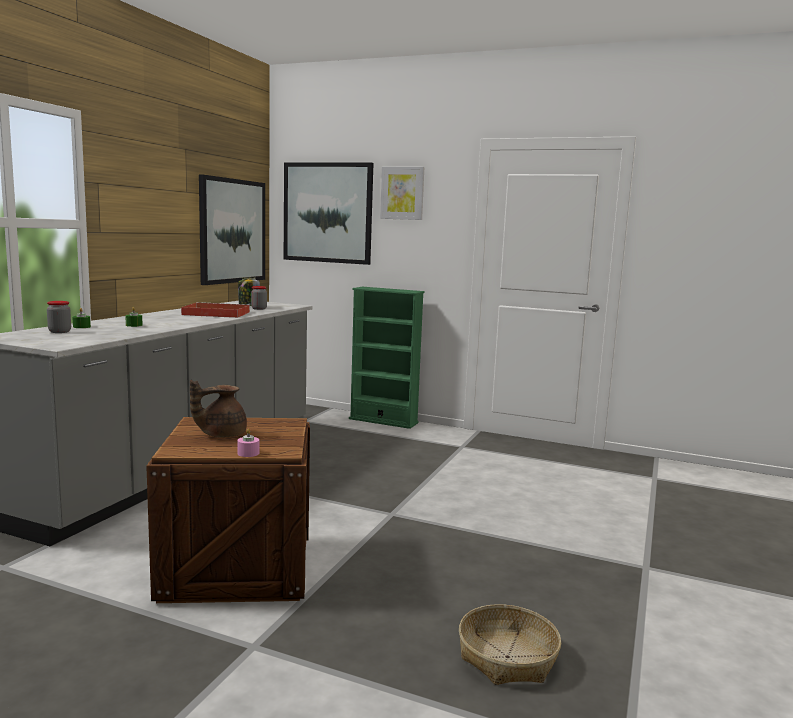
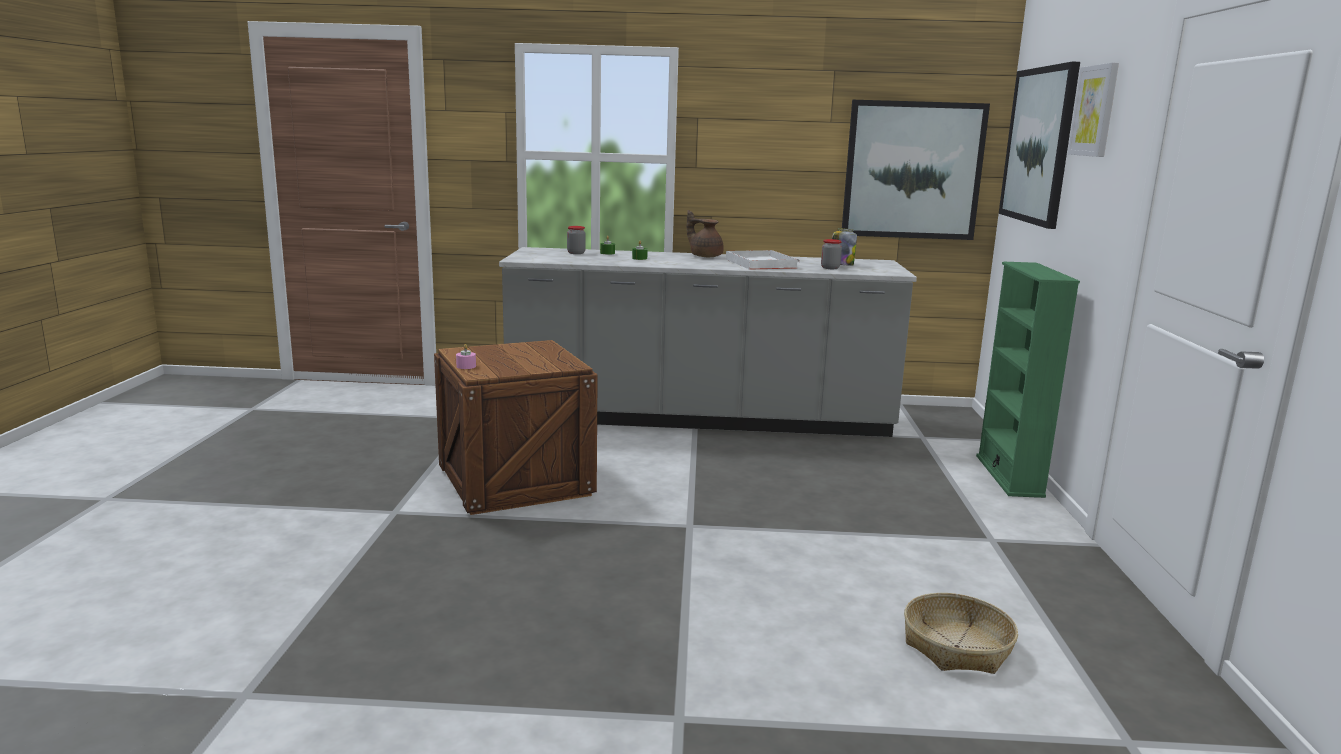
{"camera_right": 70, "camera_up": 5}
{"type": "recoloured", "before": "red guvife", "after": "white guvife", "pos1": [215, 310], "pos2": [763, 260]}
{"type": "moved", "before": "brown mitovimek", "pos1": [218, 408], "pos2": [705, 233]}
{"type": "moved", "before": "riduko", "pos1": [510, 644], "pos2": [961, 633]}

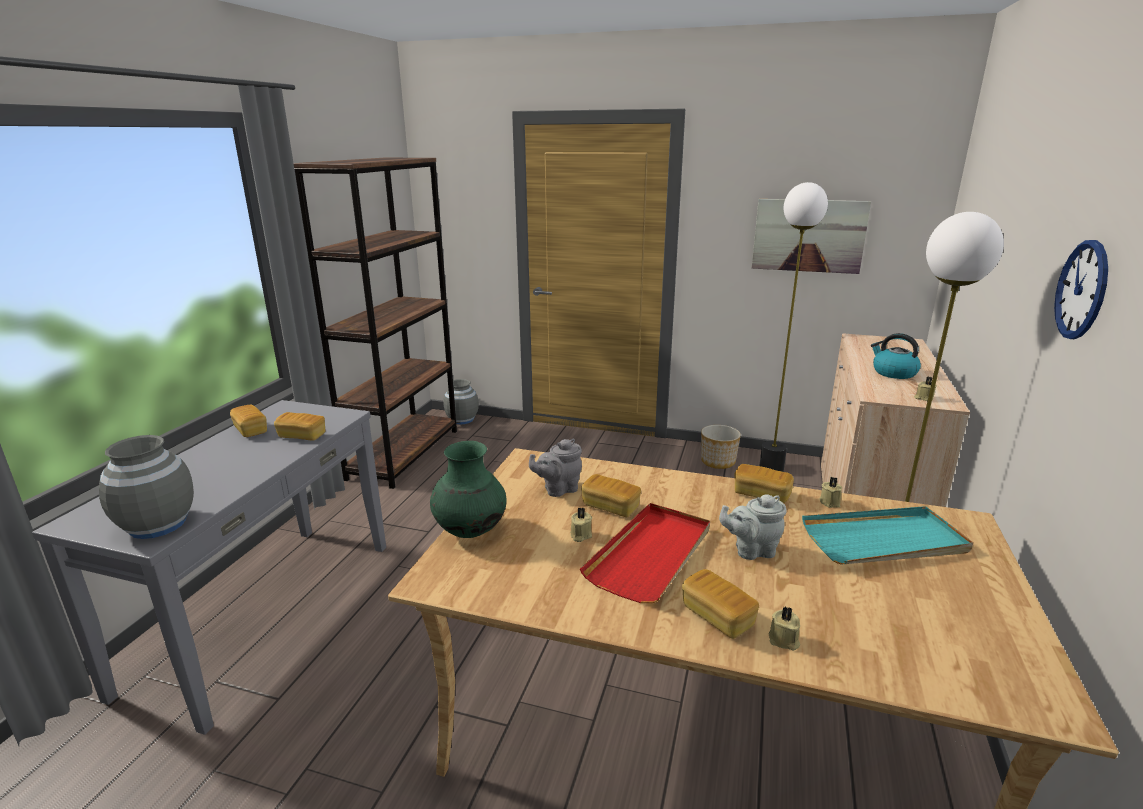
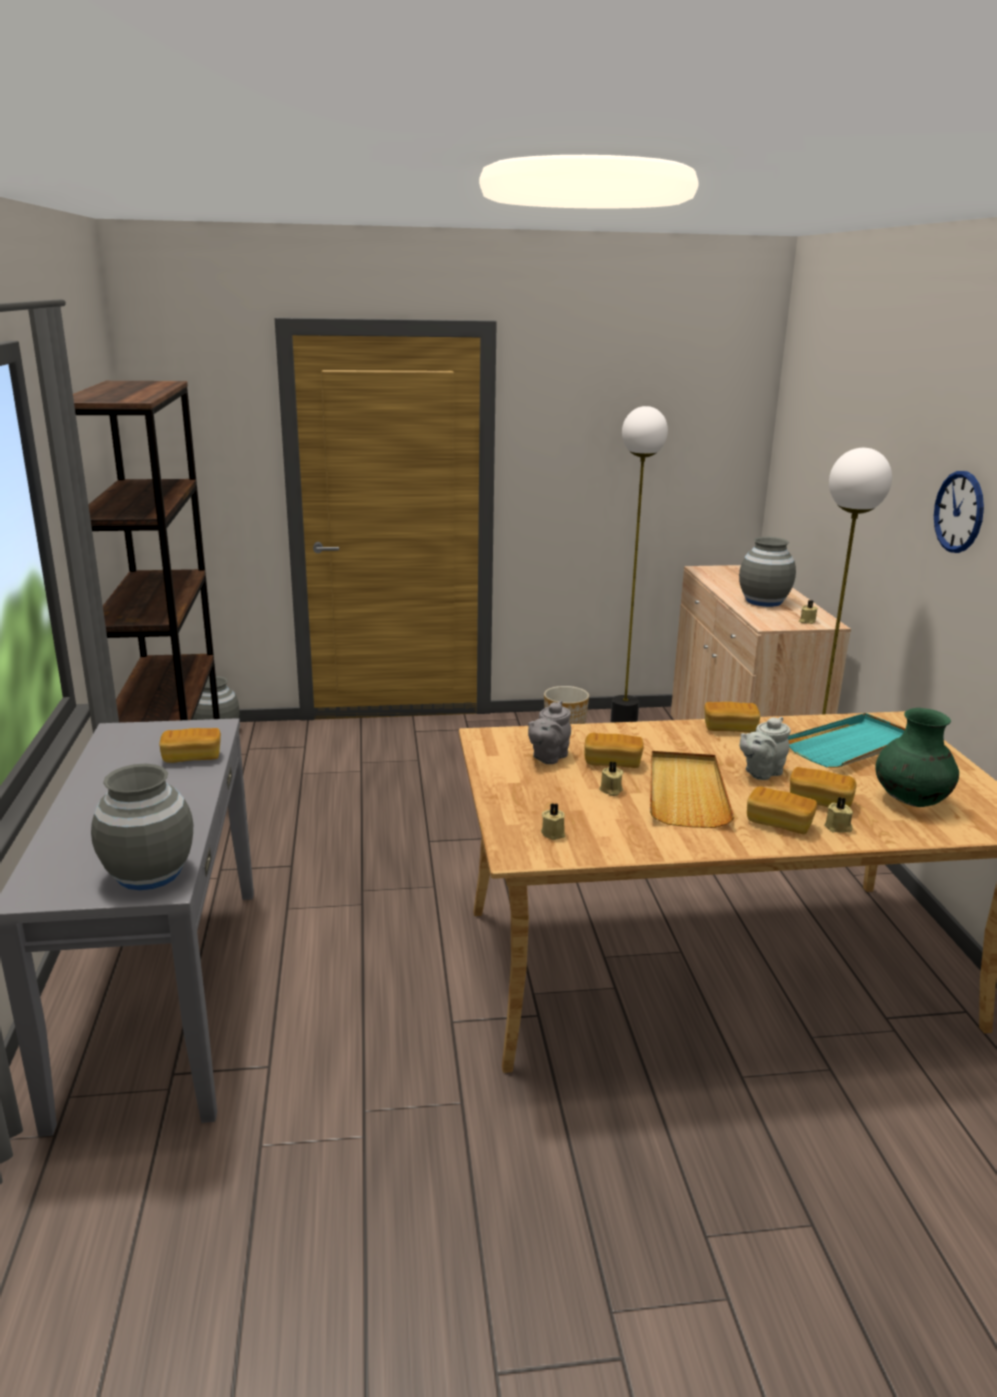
{"camera_right": -25, "camera_up": 0}
{"type": "removed", "before": "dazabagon", "pos1": [811, 236]}
{"type": "replaced", "before": "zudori", "after": "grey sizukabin", "pos1": [896, 356], "pos2": [767, 572]}
{"type": "moved", "before": "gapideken", "pos1": [248, 421], "pos2": [823, 787]}
{"type": "moved", "before": "green sizukabin", "pos1": [468, 489], "pos2": [917, 757]}
{"type": "moved", "before": "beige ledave", "pos1": [831, 492], "pos2": [553, 821]}
{"type": "recoloured", "before": "red guvife", "after": "beige guvife", "pos1": [645, 553], "pos2": [692, 789]}

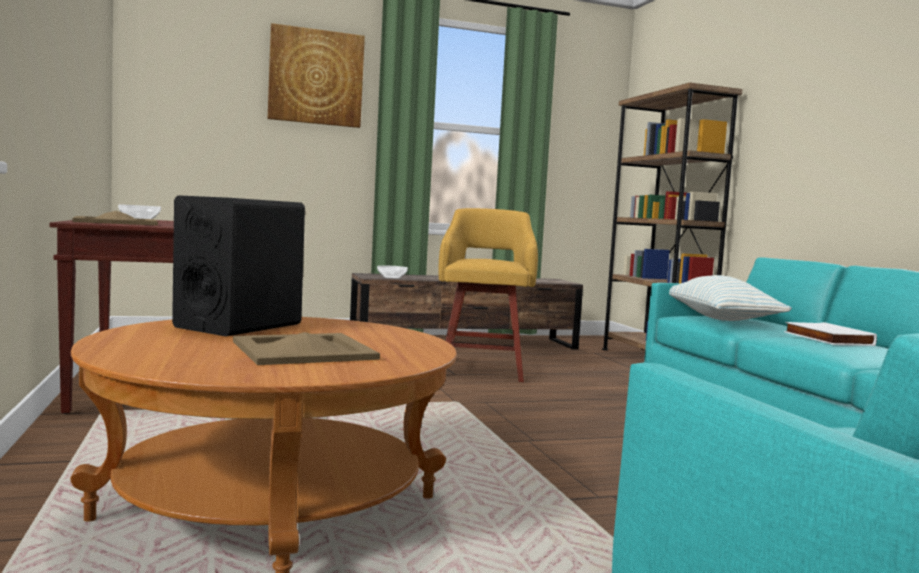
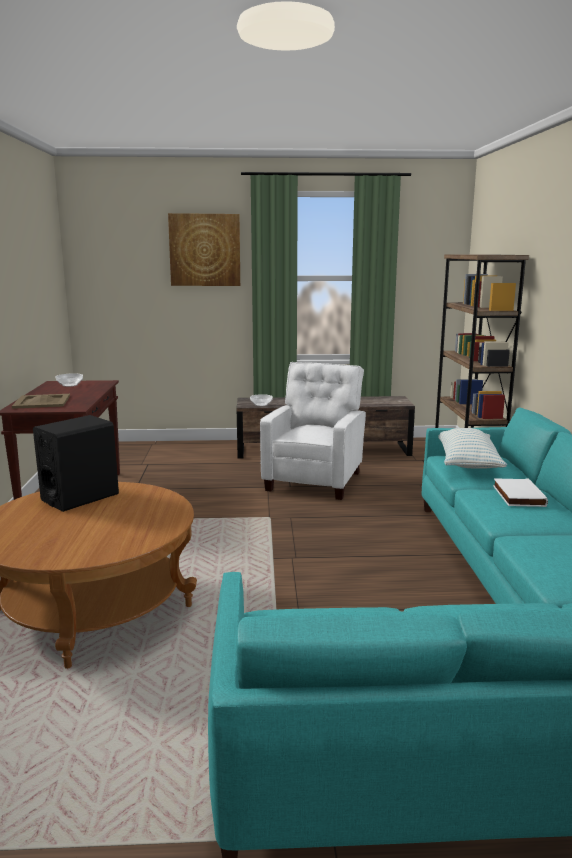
{"camera_right": 15, "camera_up": 10}
{"type": "replaced", "before": "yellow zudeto", "after": "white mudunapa", "pos1": [488, 295], "pos2": [313, 431]}
{"type": "removed", "before": "beige guvife", "pos1": [306, 348]}

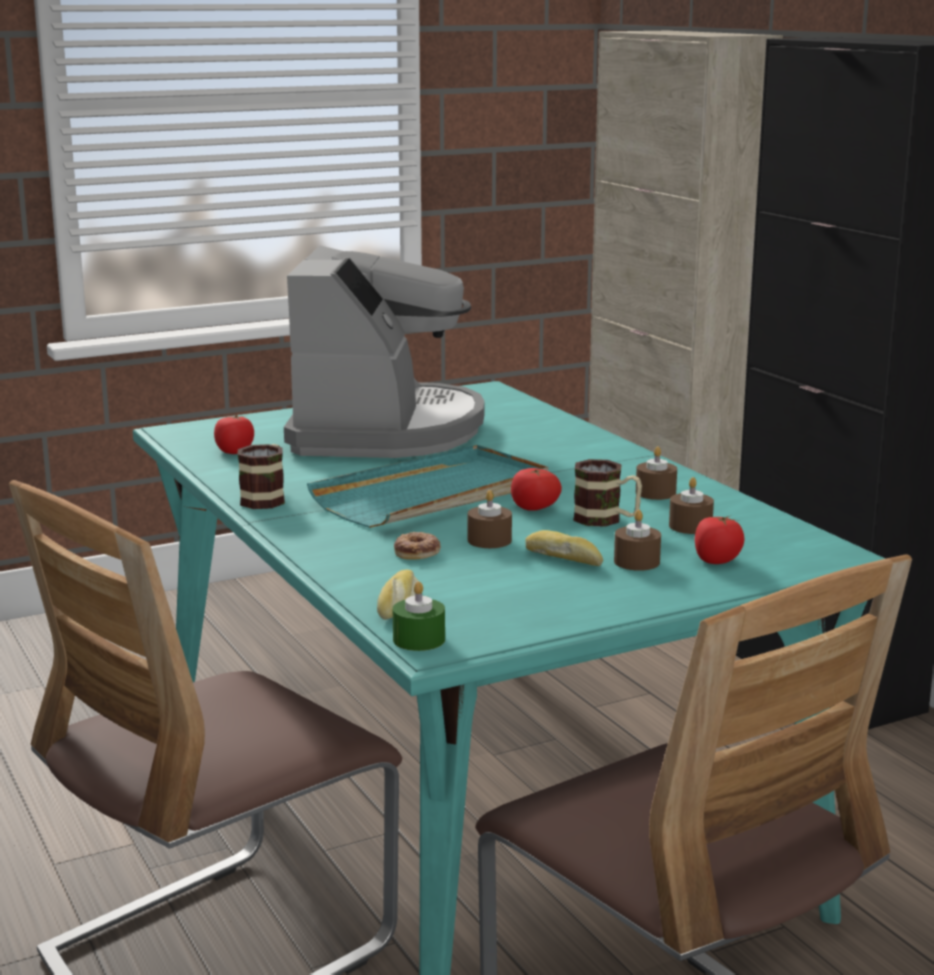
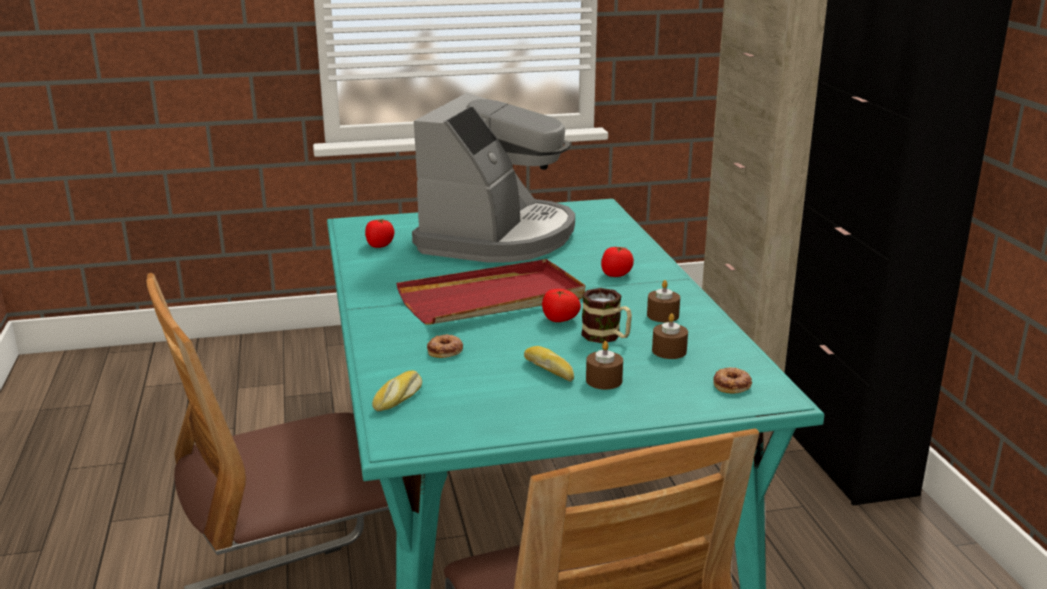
{"camera_right": 15, "camera_up": 5}
{"type": "removed", "before": "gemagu", "pos1": [261, 476]}
{"type": "recoloured", "before": "turquoise guvife", "after": "red guvife", "pos1": [427, 486], "pos2": [490, 292]}
{"type": "removed", "before": "brown ledave", "pos1": [490, 519]}
{"type": "moved", "before": "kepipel", "pos1": [720, 540], "pos2": [617, 262]}
{"type": "removed", "before": "green ledave", "pos1": [419, 616]}
{"type": "added", "after": "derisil", "pos2": [732, 380]}

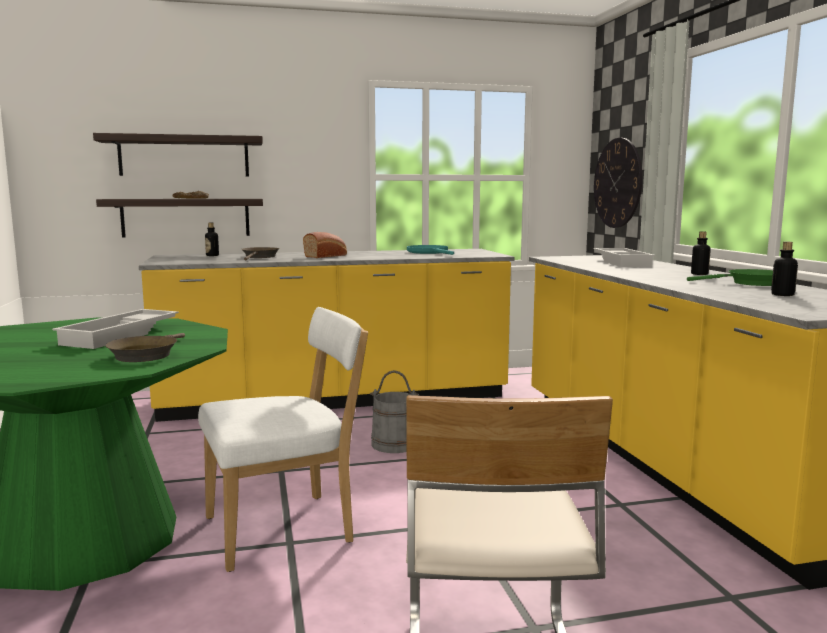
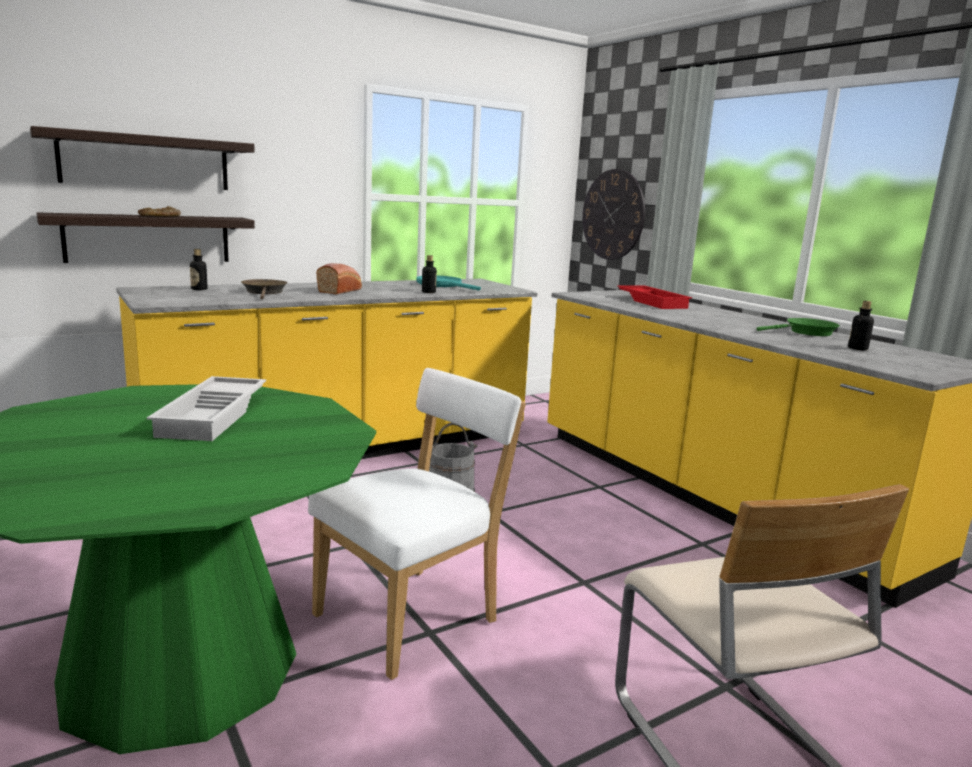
{"camera_right": -20, "camera_up": 5}
{"type": "moved", "before": "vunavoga", "pos1": [701, 253], "pos2": [429, 274]}
{"type": "recoloured", "before": "white guvife", "after": "red guvife", "pos1": [624, 257], "pos2": [654, 297]}
{"type": "removed", "before": "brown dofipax", "pos1": [145, 347]}

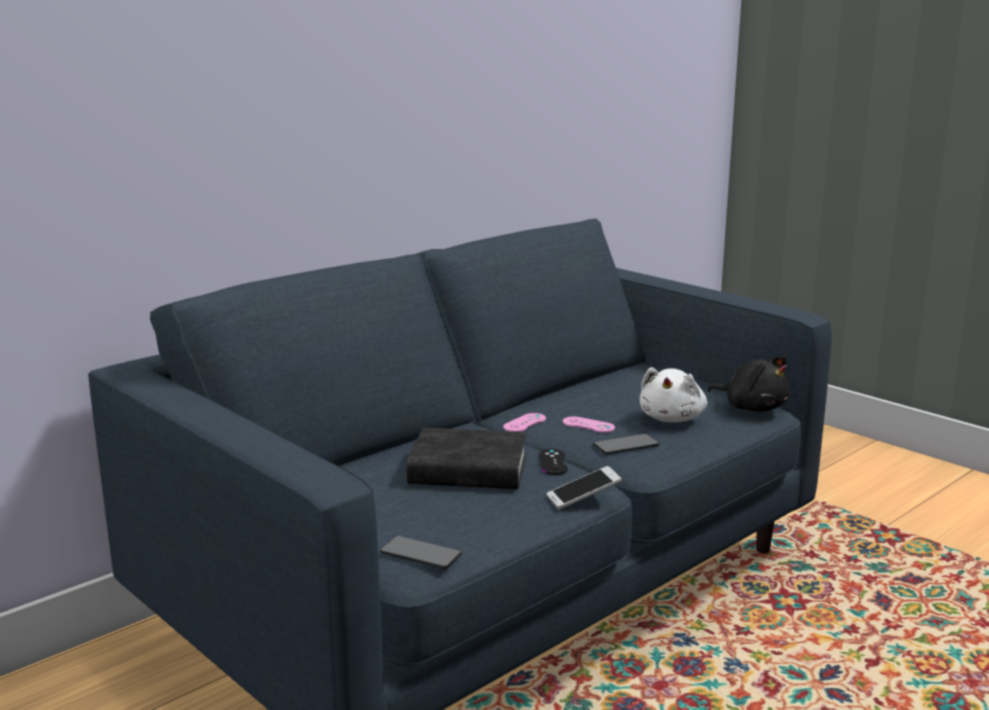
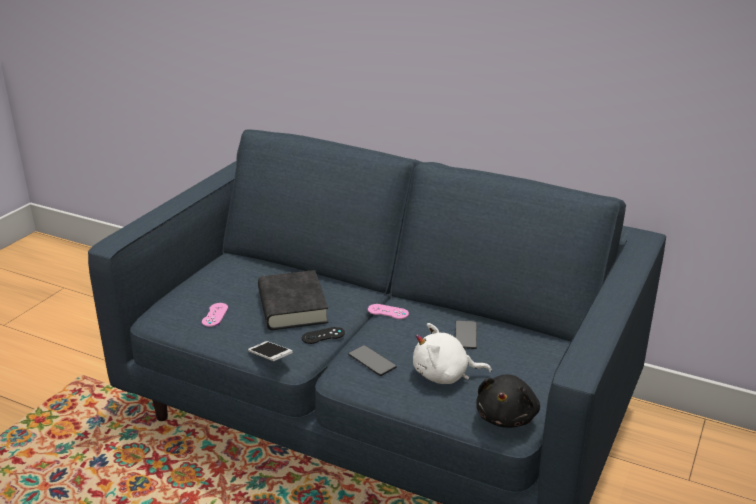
{"camera_right": 70, "camera_up": 10}
{"type": "moved", "before": "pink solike", "pos1": [589, 425], "pos2": [215, 315]}
{"type": "moved", "before": "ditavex", "pos1": [421, 552], "pos2": [466, 334]}

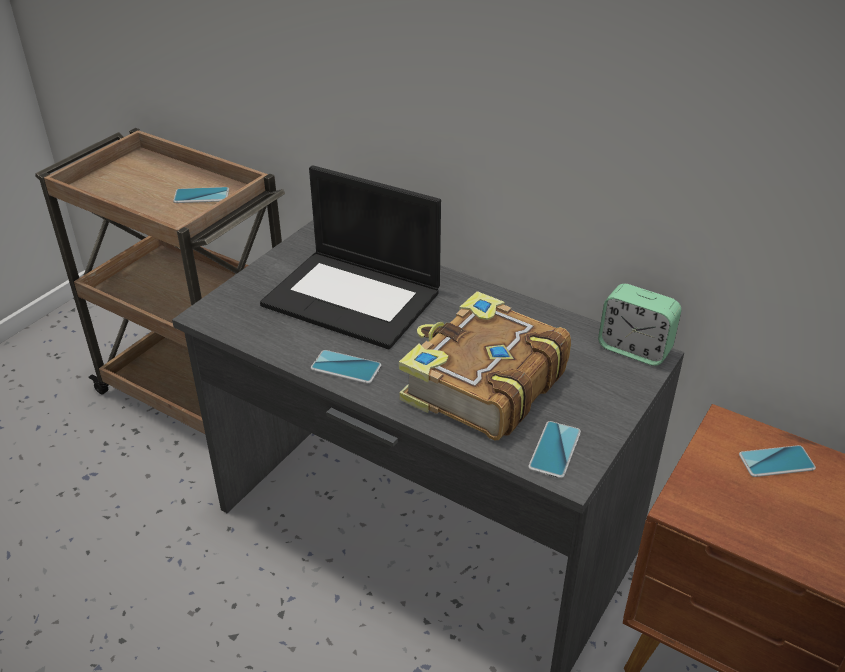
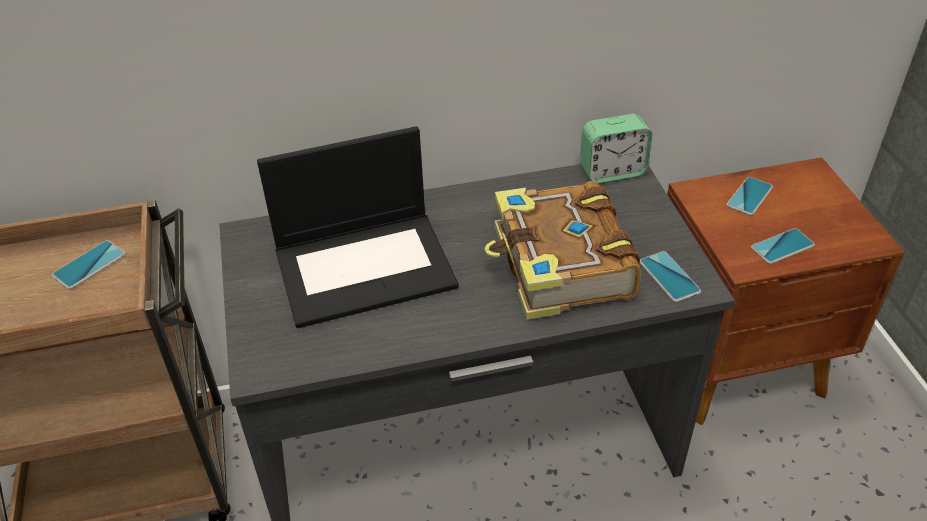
{"camera_right": -45, "camera_up": 5}
{"type": "moved", "before": "ditavex", "pos1": [346, 367], "pos2": [783, 246]}

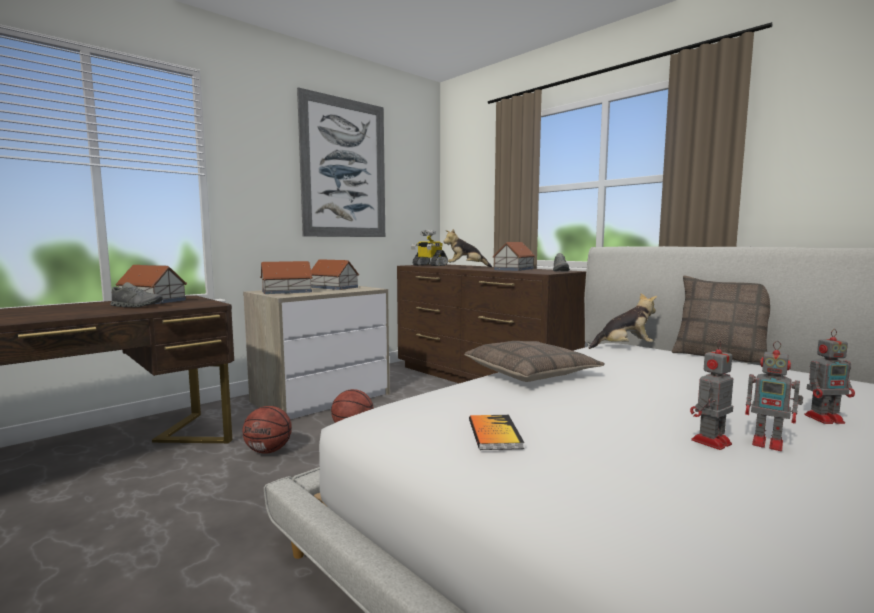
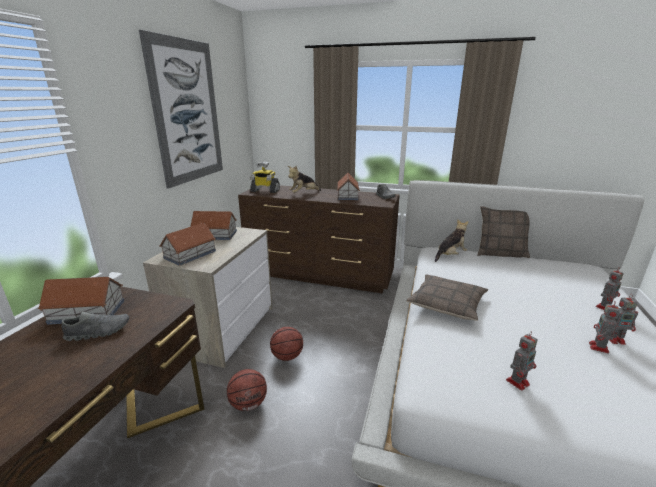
{"camera_right": -30, "camera_up": 15}
{"type": "replaced", "before": "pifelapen", "after": "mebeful", "pos1": [496, 432], "pos2": [522, 361]}

